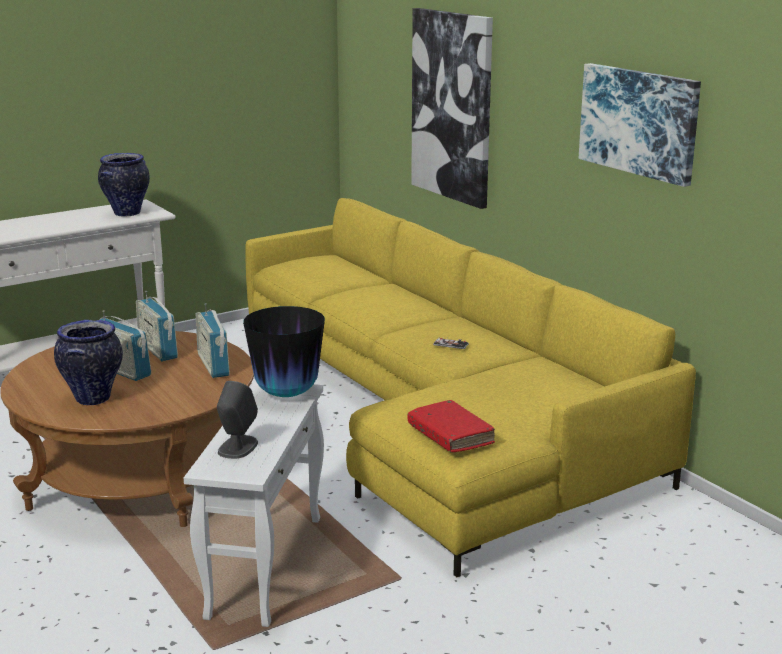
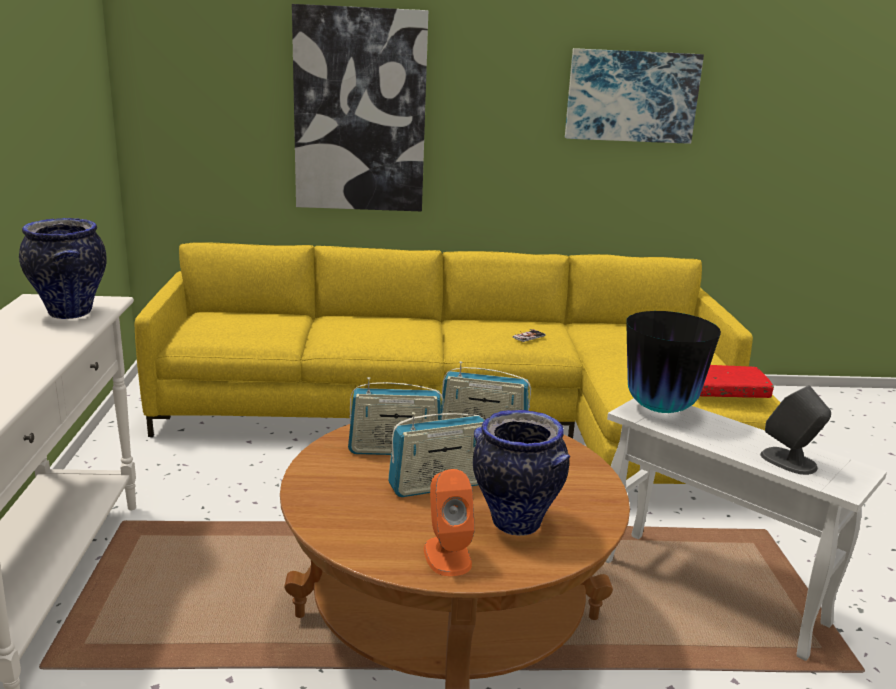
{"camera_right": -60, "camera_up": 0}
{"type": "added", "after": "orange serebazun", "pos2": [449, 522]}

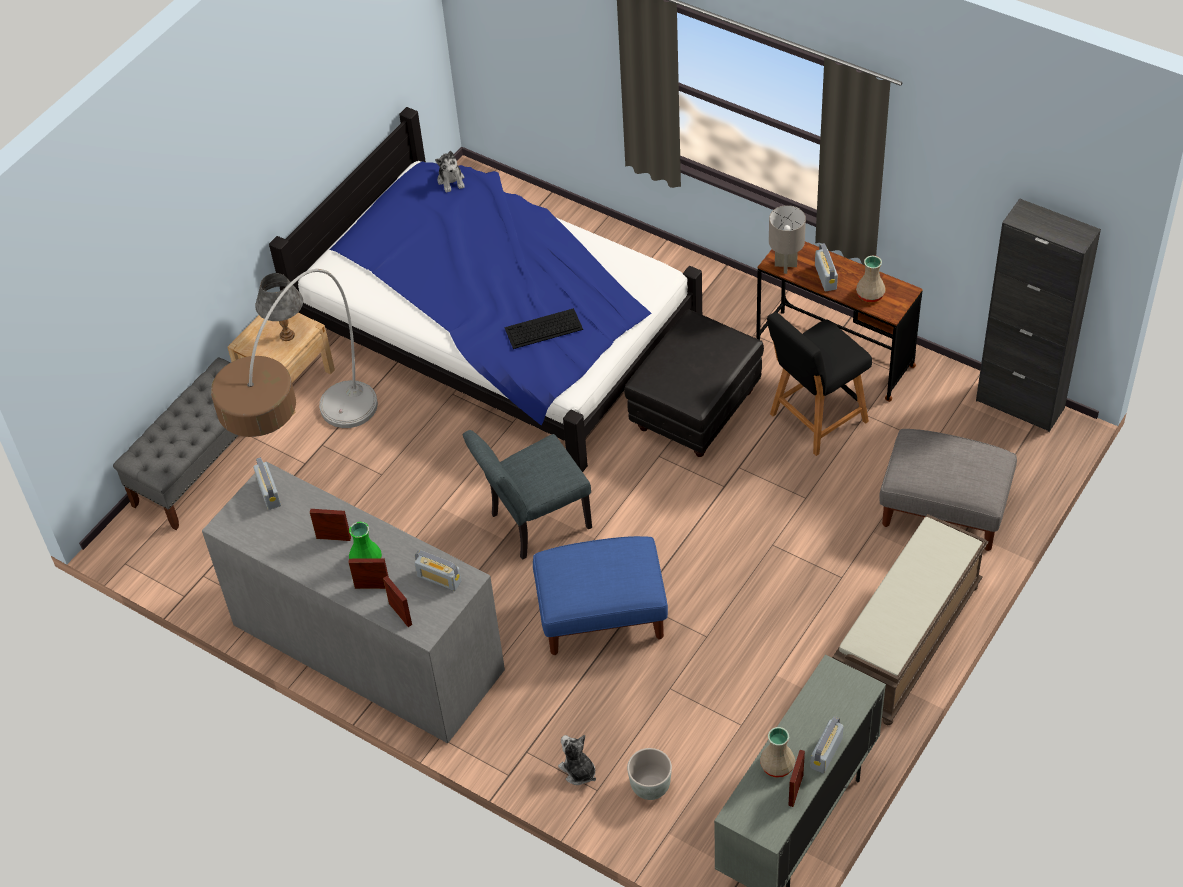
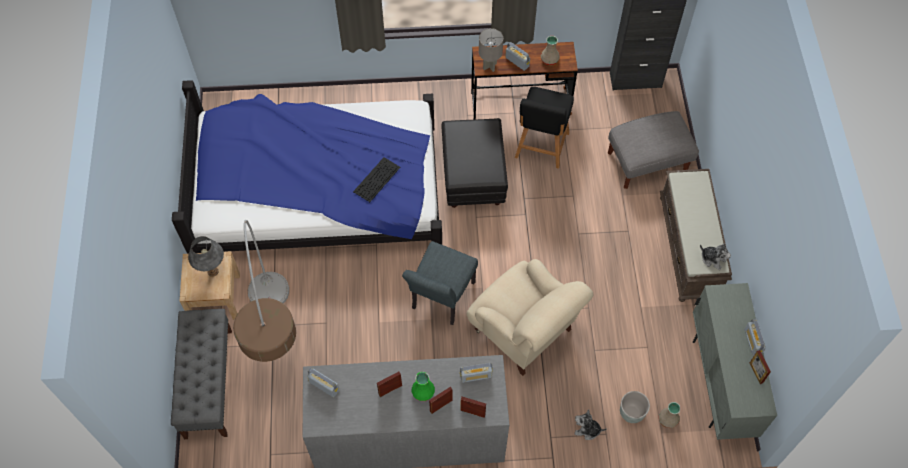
{"camera_right": -40, "camera_up": 10}
{"type": "moved", "before": "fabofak", "pos1": [450, 172], "pos2": [715, 257]}
{"type": "replaced", "before": "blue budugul", "after": "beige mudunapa", "pos1": [600, 595], "pos2": [530, 317]}
{"type": "moved", "before": "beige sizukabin", "pos1": [777, 752], "pos2": [670, 415]}

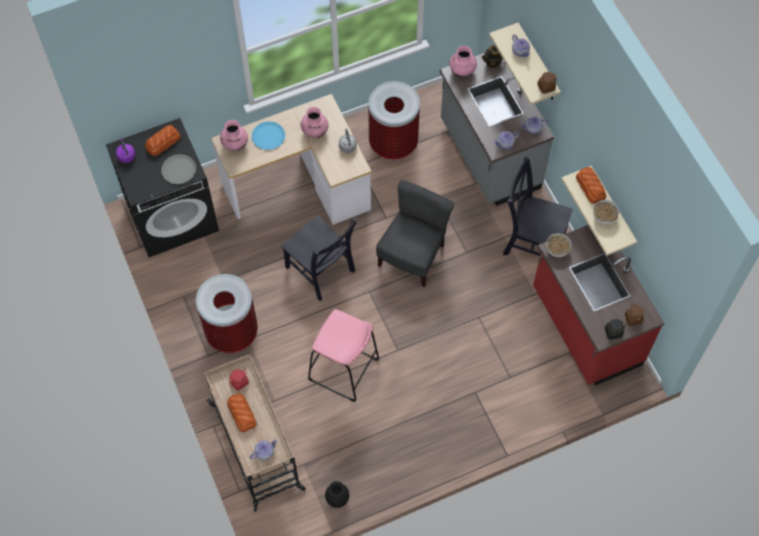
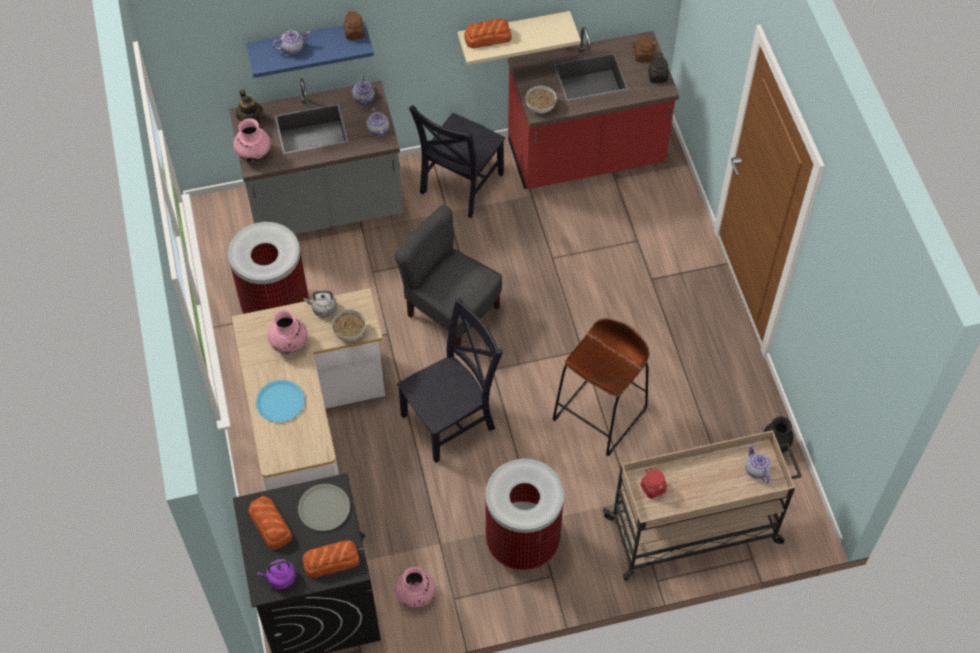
{"camera_right": -80, "camera_up": -5}
{"type": "recoloured", "before": "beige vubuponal", "after": "blue vubuponal", "pos1": [525, 64], "pos2": [310, 49]}
{"type": "moved", "before": "pink sizukabin", "pos1": [234, 135], "pos2": [415, 587]}
{"type": "moved", "before": "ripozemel", "pos1": [606, 212], "pos2": [349, 325]}
{"type": "recoloured", "before": "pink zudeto", "after": "brown zudeto", "pos1": [343, 355], "pos2": [600, 387]}
{"type": "moved", "before": "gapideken", "pos1": [242, 412], "pos2": [331, 559]}

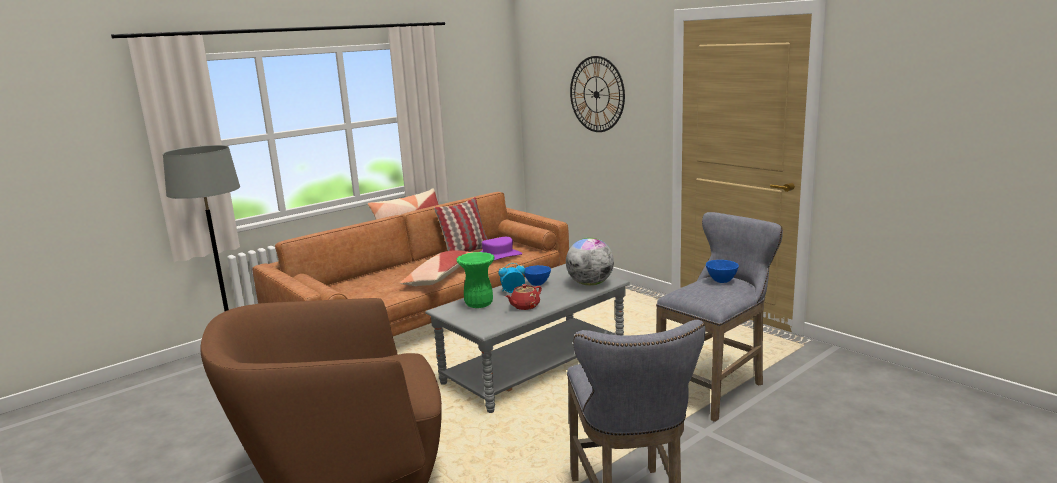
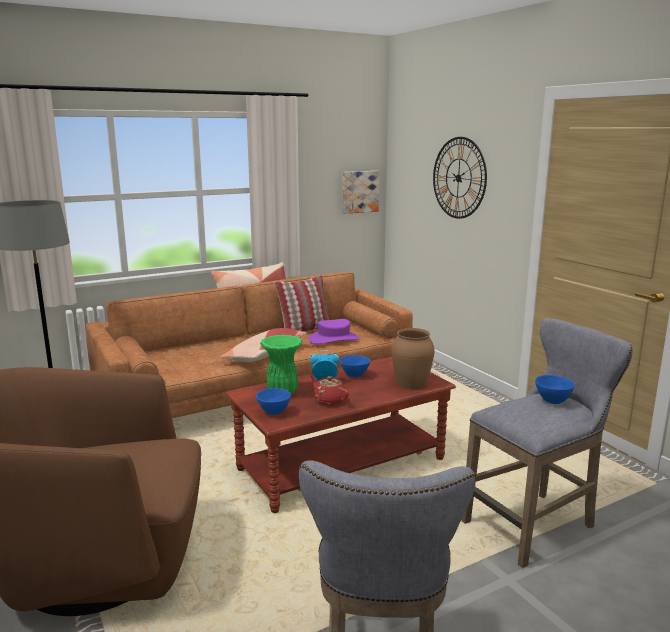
{"camera_right": 10, "camera_up": 0}
{"type": "replaced", "before": "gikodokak", "after": "brown sizukabin", "pos1": [590, 262], "pos2": [413, 358]}
{"type": "recoloured", "before": "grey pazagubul", "after": "brown pazagubul", "pos1": [527, 338], "pos2": [341, 434]}
{"type": "turned", "before": "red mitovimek", "pos1": [523, 297], "pos2": [329, 390], "turn": 75}
{"type": "added", "after": "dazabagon", "pos2": [360, 192]}
{"type": "added", "after": "blue ripozemel", "pos2": [273, 401]}

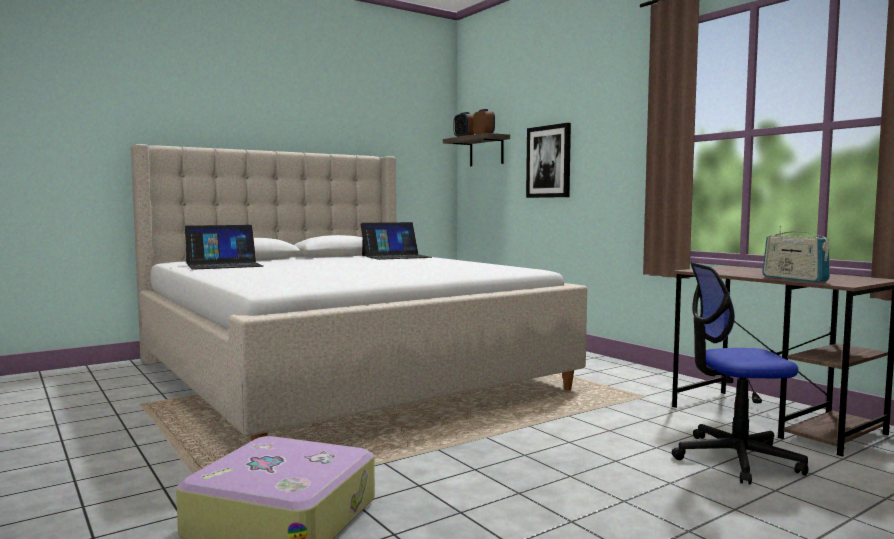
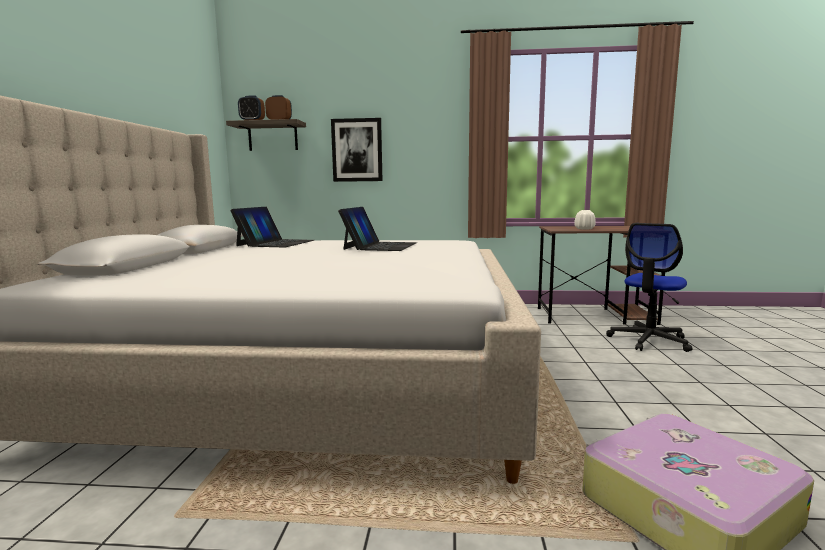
{"camera_right": -50, "camera_up": 5}
{"type": "moved", "before": "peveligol", "pos1": [224, 247], "pos2": [377, 229]}
{"type": "removed", "before": "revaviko", "pos1": [796, 254]}
{"type": "added", "after": "white sizukabin", "pos2": [585, 220]}

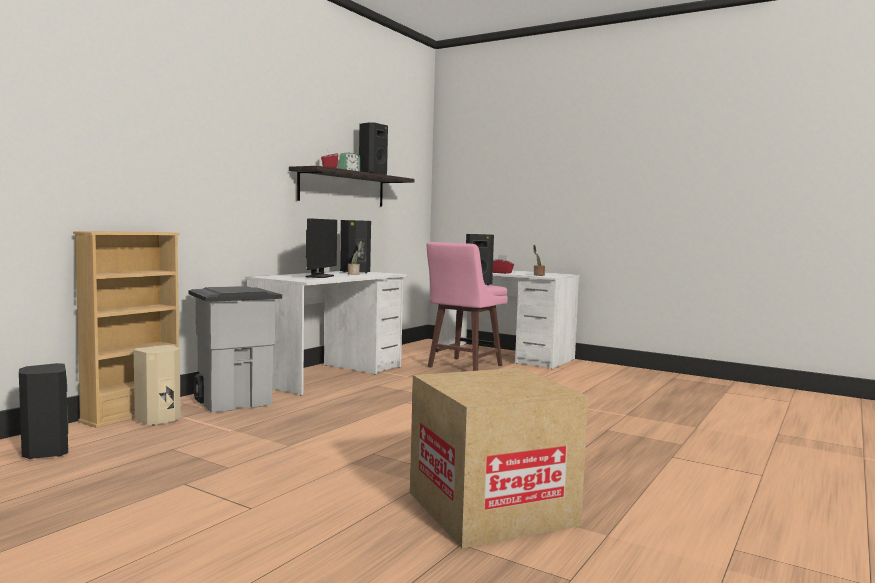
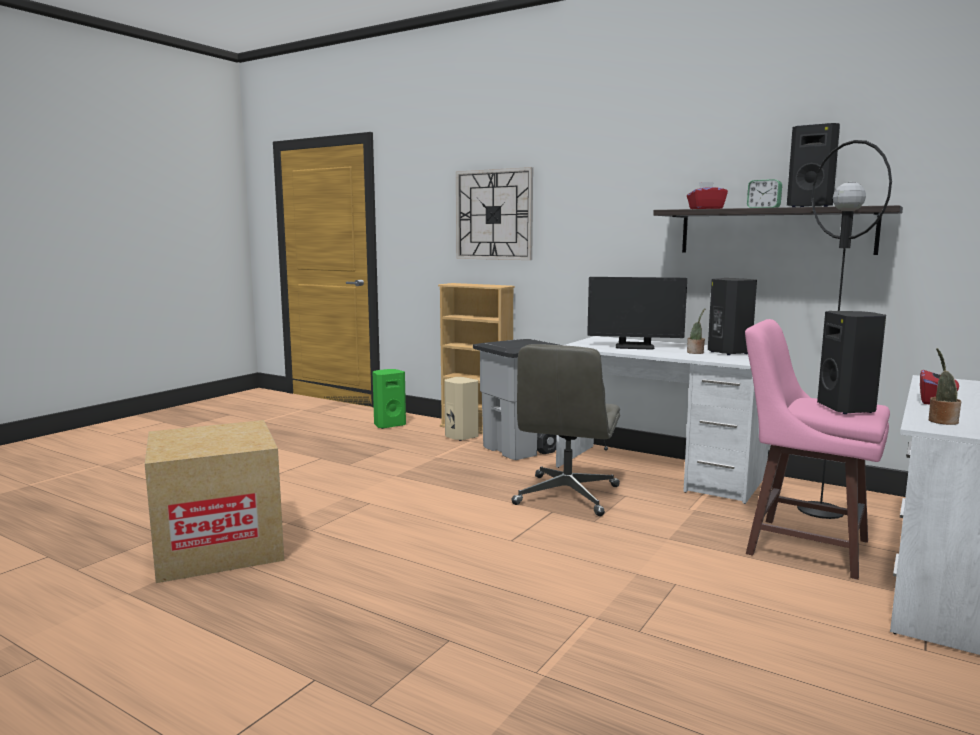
{"camera_right": 90, "camera_up": 5}
{"type": "recoloured", "before": "black serebazun", "after": "green serebazun", "pos1": [43, 411], "pos2": [389, 399]}
{"type": "added", "after": "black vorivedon", "pos2": [844, 329]}
{"type": "added", "after": "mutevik", "pos2": [494, 213]}
{"type": "added", "after": "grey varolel", "pos2": [565, 430]}

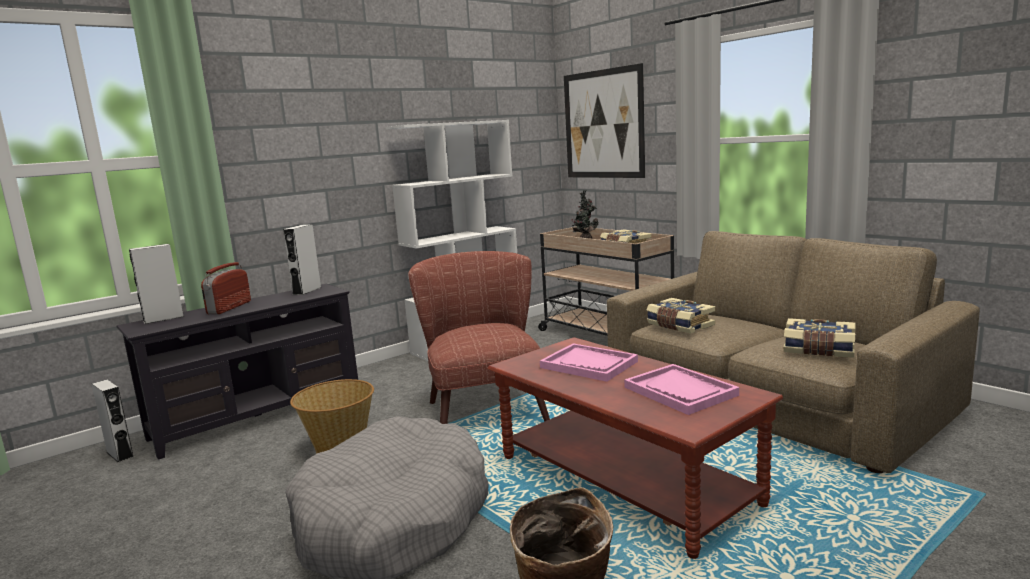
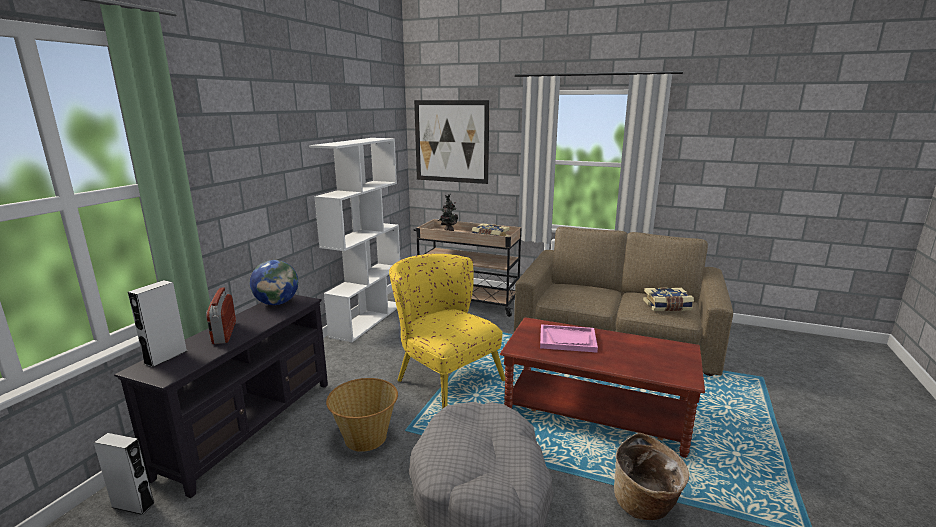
{"camera_right": -30, "camera_up": 5}
{"type": "replaced", "before": "grey serebazun", "after": "gikodokak", "pos1": [302, 259], "pos2": [274, 282]}
{"type": "recoloured", "before": "brown mudunapa", "after": "yellow mudunapa", "pos1": [479, 337], "pos2": [447, 331]}
{"type": "removed", "before": "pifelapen", "pos1": [681, 316]}
{"type": "removed", "before": "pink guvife", "pos1": [681, 389]}

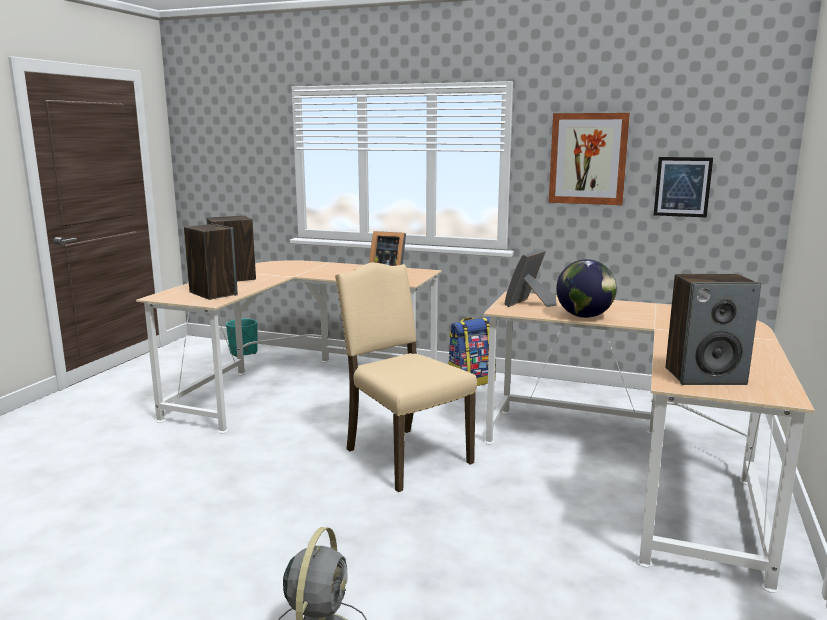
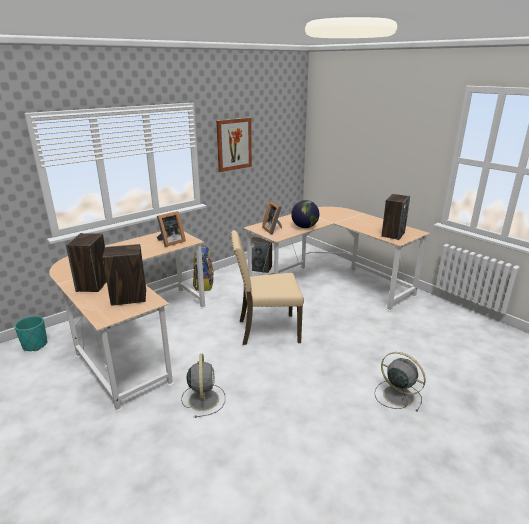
{"camera_right": -60, "camera_up": 10}
{"type": "removed", "before": "dazabagon", "pos1": [683, 187]}
{"type": "added", "after": "serebazun", "pos2": [262, 255]}
{"type": "added", "after": "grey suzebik", "pos2": [203, 386]}

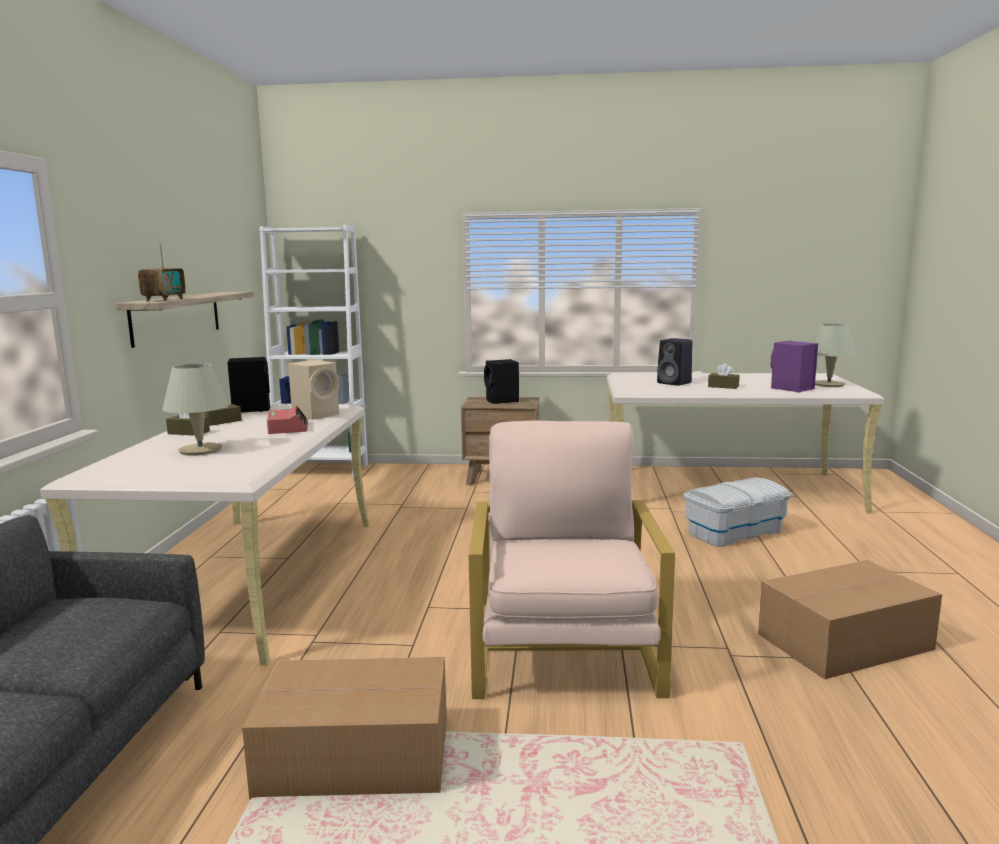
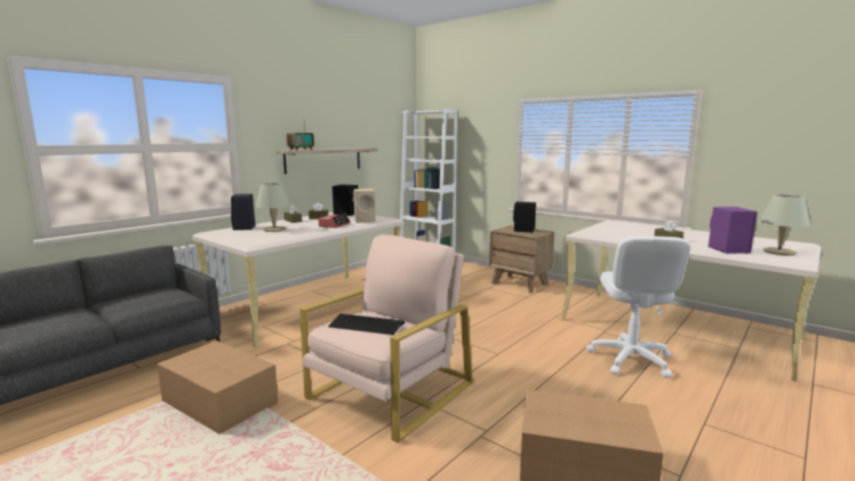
{"camera_right": 35, "camera_up": 0}
{"type": "moved", "before": "black serebazun", "pos1": [674, 362], "pos2": [243, 212]}
{"type": "replaced", "before": "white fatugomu", "after": "white varolel", "pos1": [737, 512], "pos2": [638, 307]}
{"type": "added", "after": "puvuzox", "pos2": [366, 324]}

